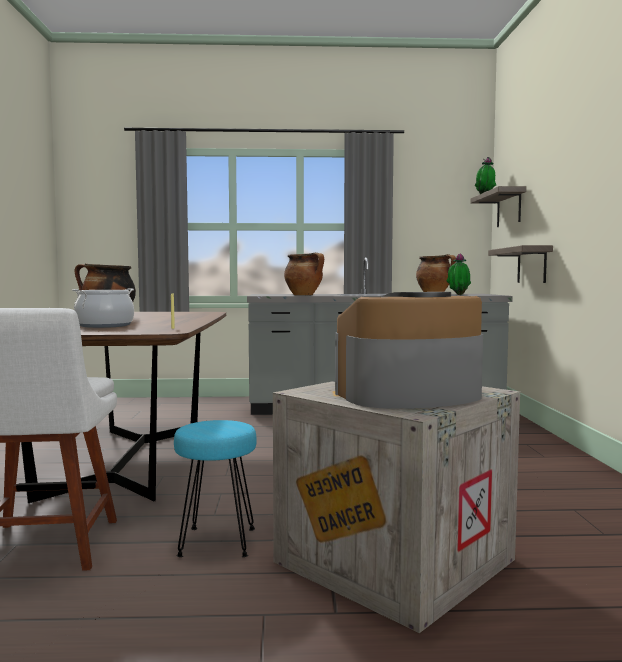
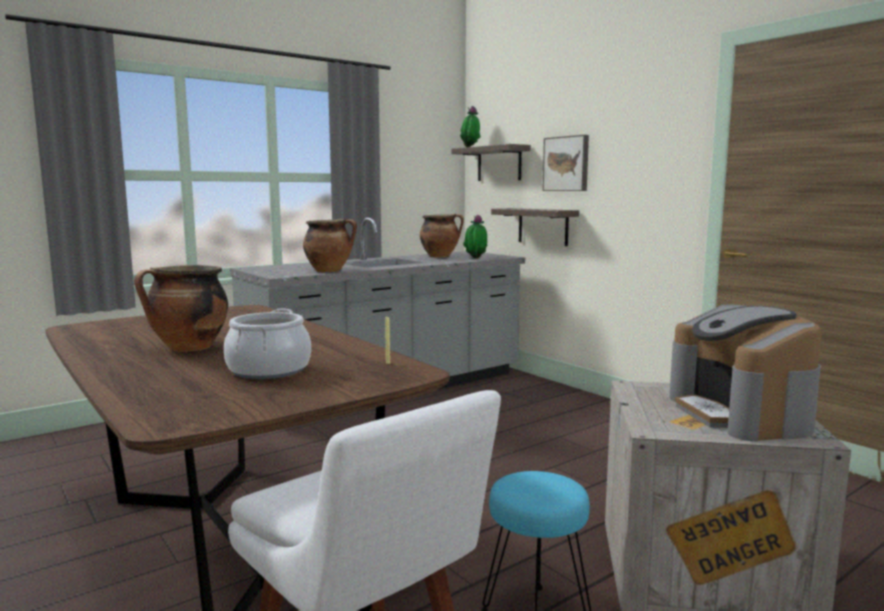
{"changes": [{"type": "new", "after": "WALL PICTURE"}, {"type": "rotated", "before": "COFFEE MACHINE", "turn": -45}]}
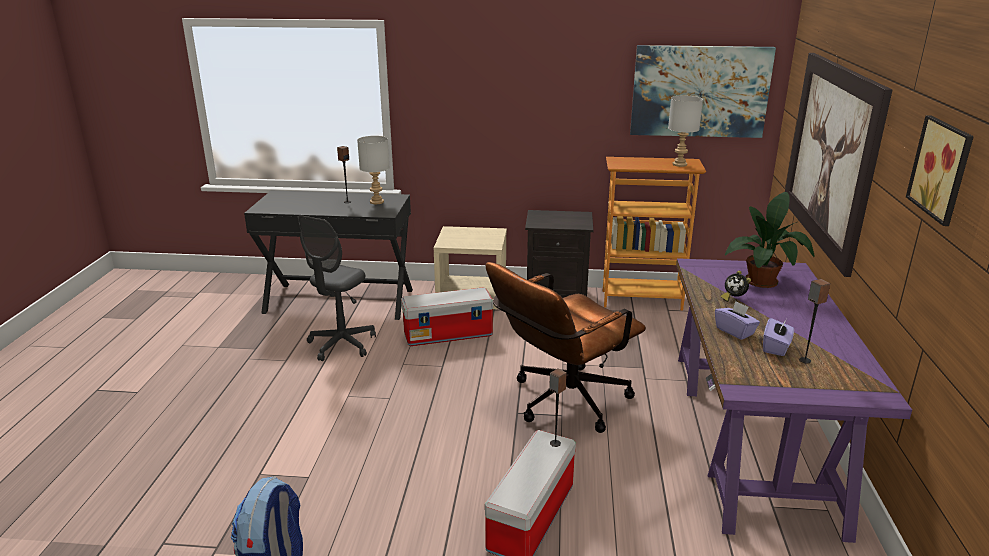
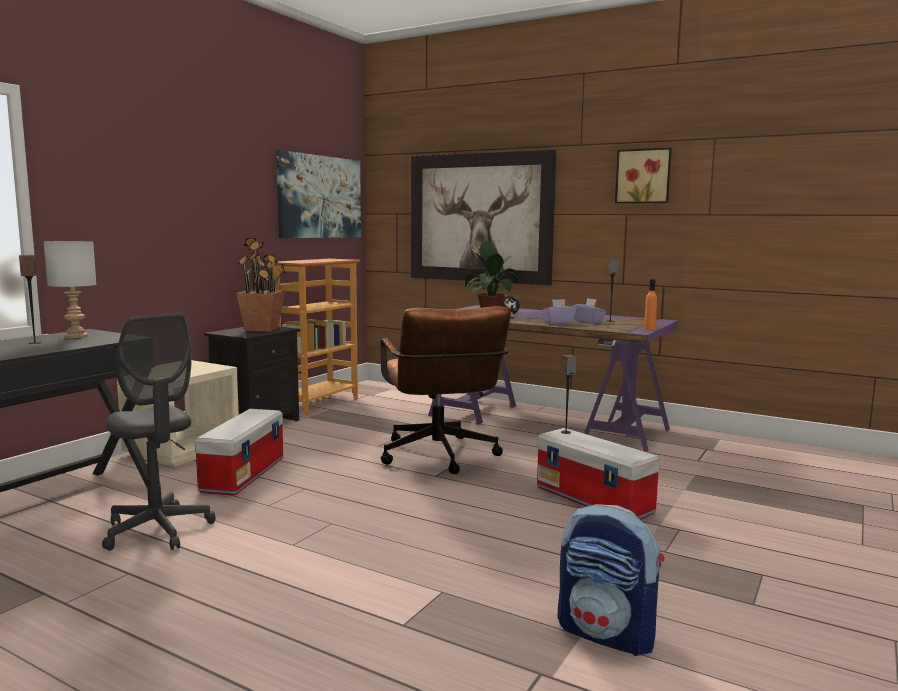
{"changes": [{"type": "new", "after": "PLANT IN A POT (no. 1 from left)"}, {"type": "new", "after": "ORANGE BOTTLE"}, {"type": "gone", "before": "GREYISH TABLE LAMP (no. 2 from left)"}]}
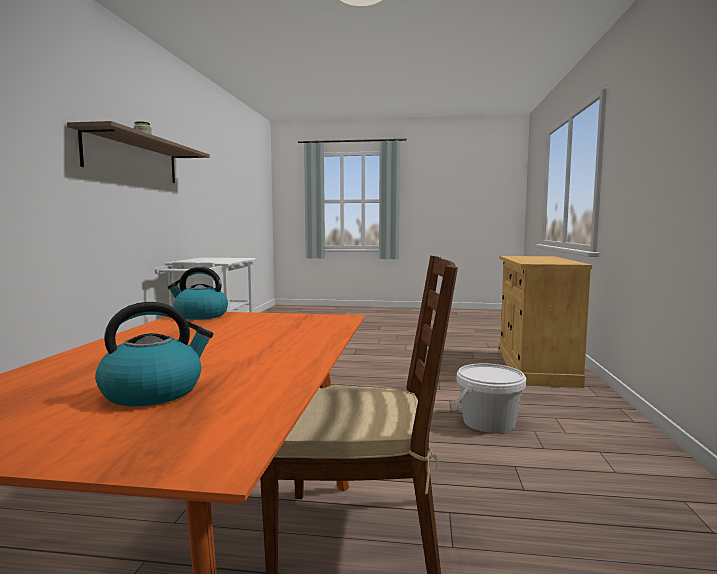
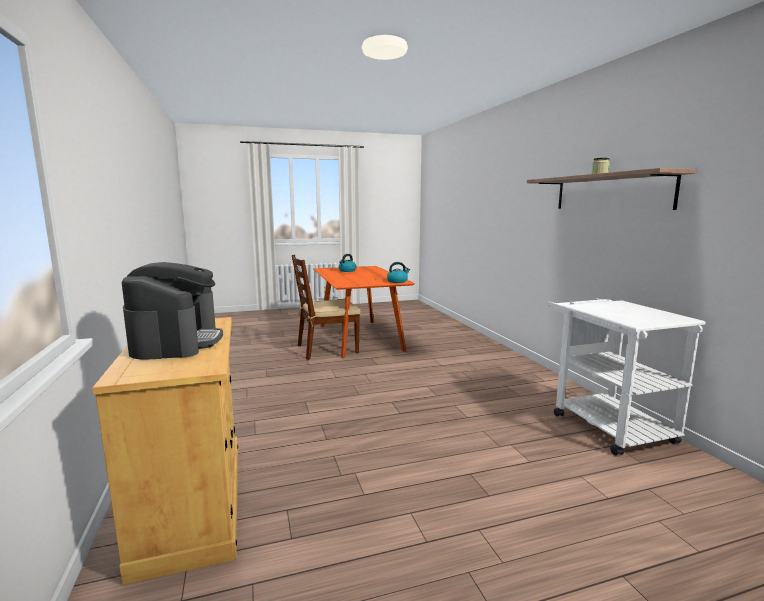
{"changes": [{"type": "new", "after": "COFFEE MACHINE"}, {"type": "gone", "before": "WHITE-COLOURED BUCKET"}]}
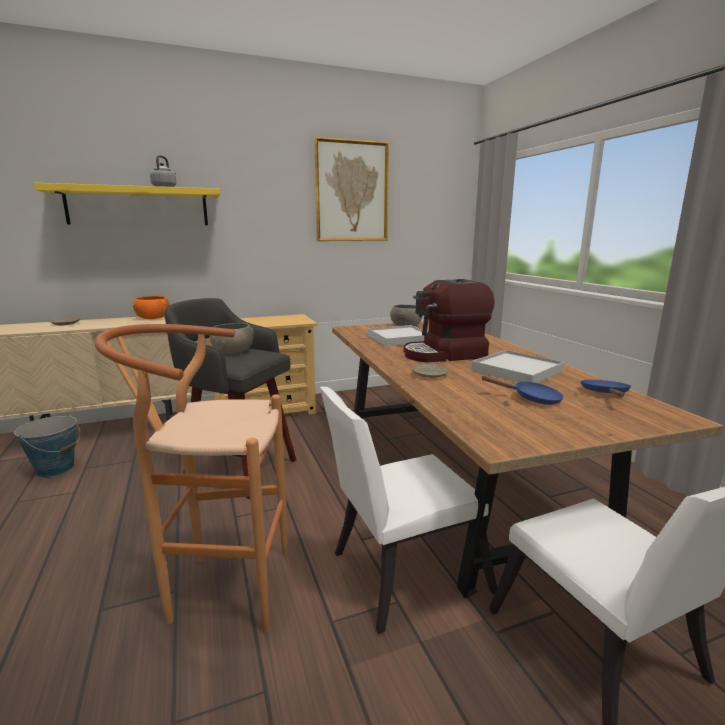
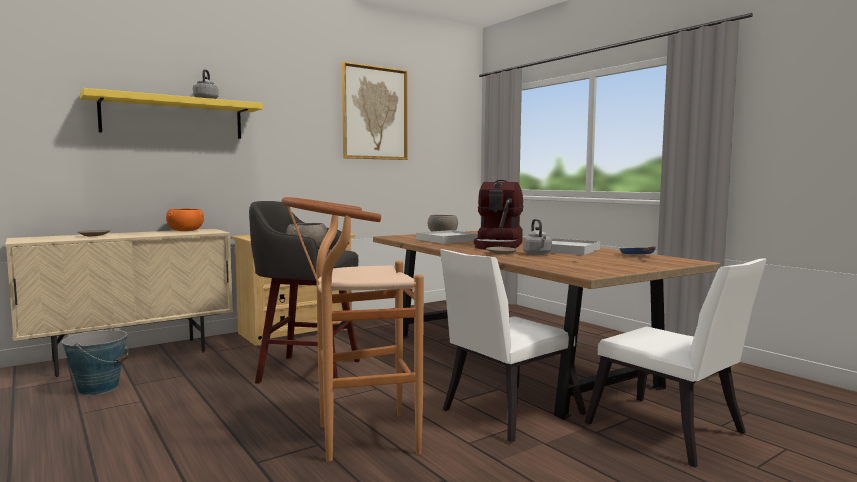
{"changes": [{"type": "rotated", "before": "COFFEE MACHINE", "turn": -45}, {"type": "new", "after": "GREYISH WATER KETTLE (no. 2 from left)"}, {"type": "gone", "before": "BLUE PAN (no. 1 from left)"}]}
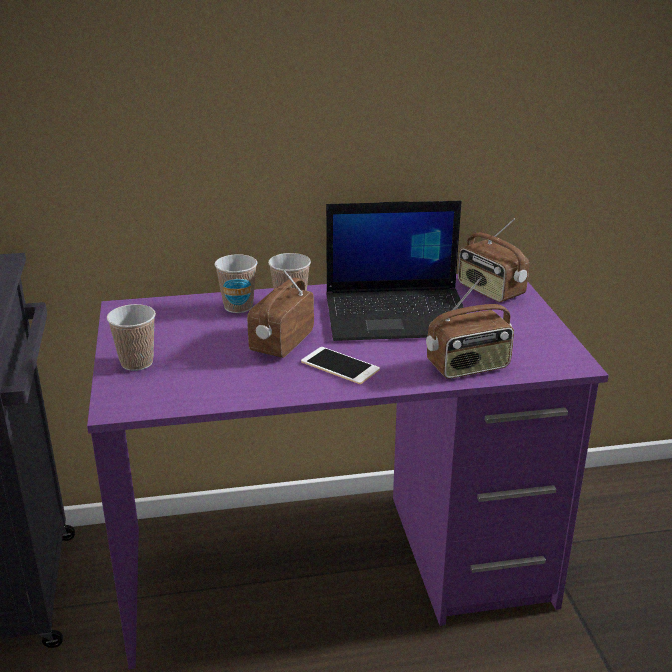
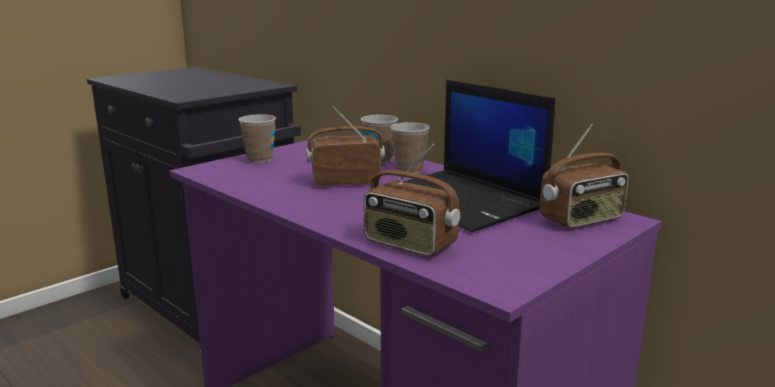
{"changes": [{"type": "rotated", "before": "RADIO (no. 3 from left)", "turn": -135}, {"type": "gone", "before": "TELEPHONE"}]}
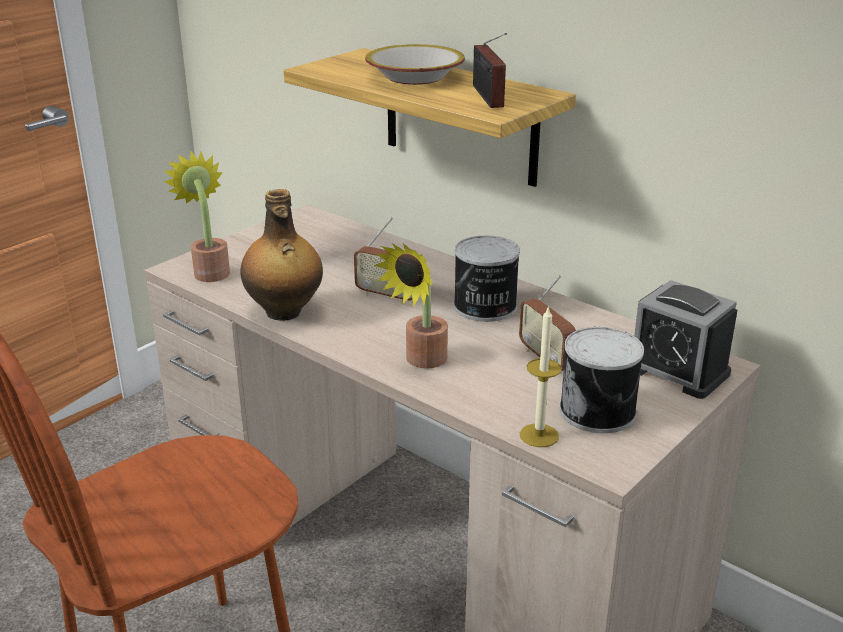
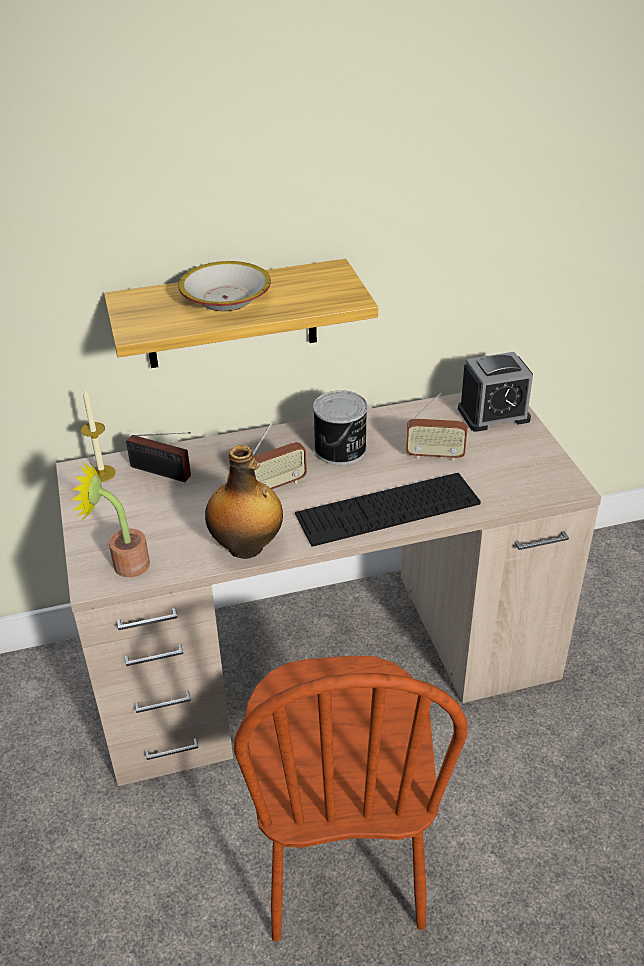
{"changes": [{"type": "shifted", "before": "WAX CANDLE"}, {"type": "shifted", "before": "RADIO (no. 2 from left in the first image)", "after": "RADIO (no. 1 from left)"}, {"type": "swapped", "before": "PLANT IN A POT (no. 2 from left)", "after": "KEYBOARD"}, {"type": "gone", "before": "METAL CAN (no. 2 from left)"}]}
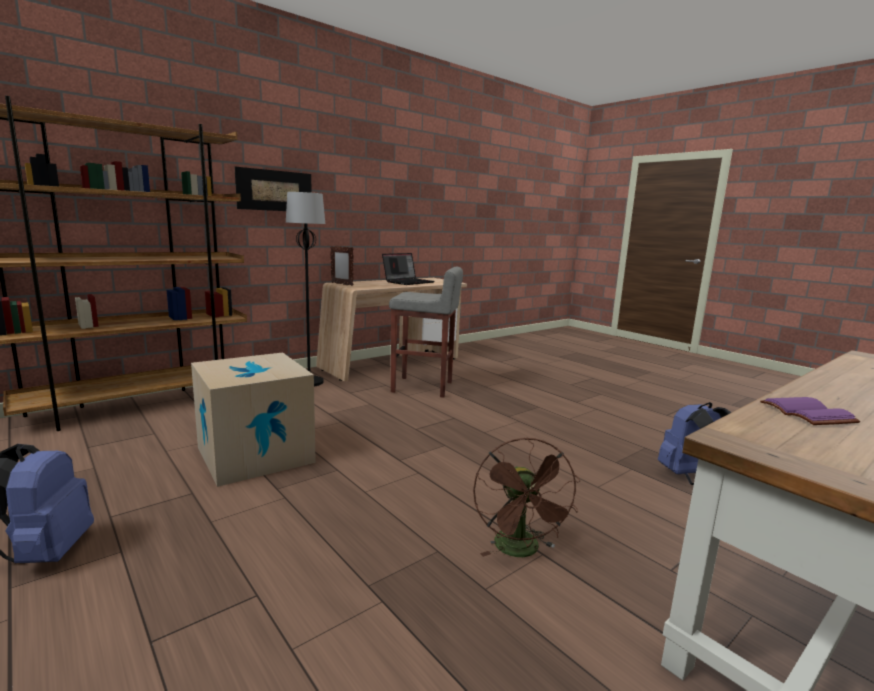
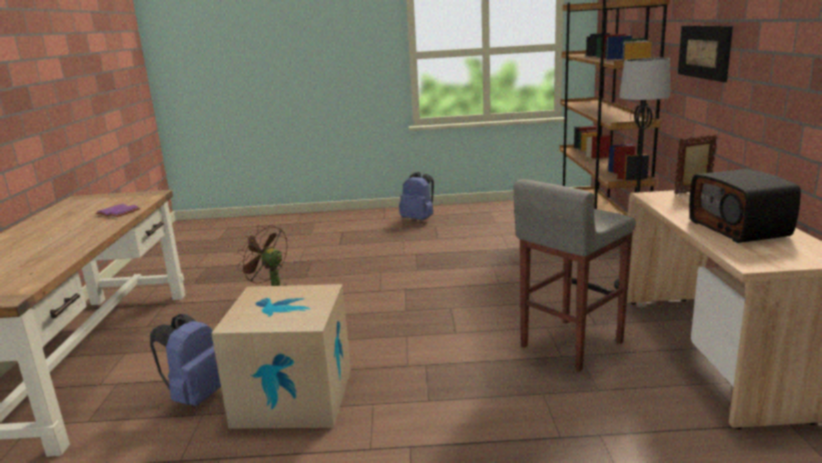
{"changes": [{"type": "shifted", "before": "CARDBOARD BOX"}, {"type": "swapped", "before": "NOTEBOOK COMPUTER", "after": "RADIO"}]}
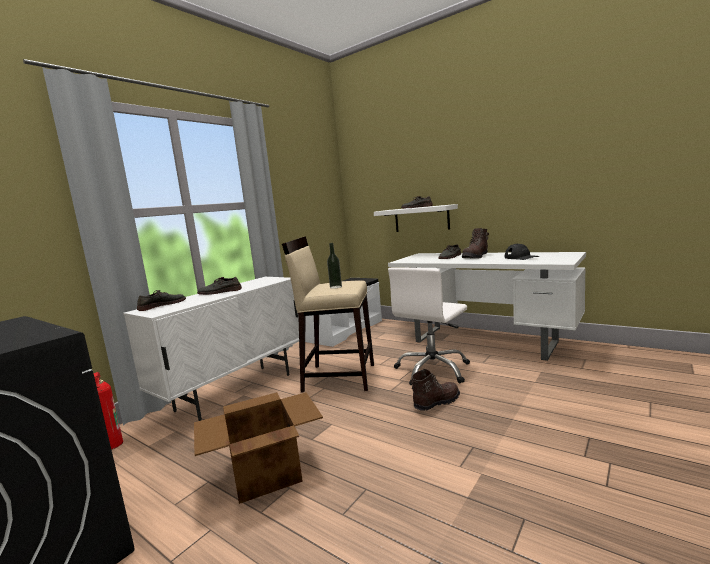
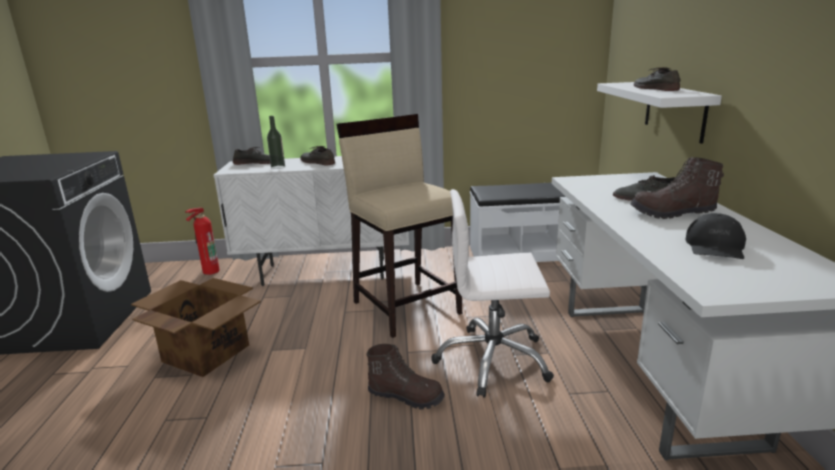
{"changes": [{"type": "shifted", "before": "BOTTLE"}]}
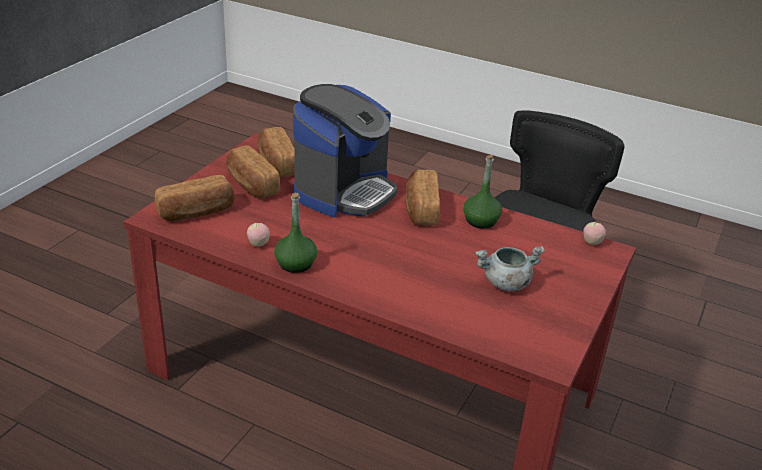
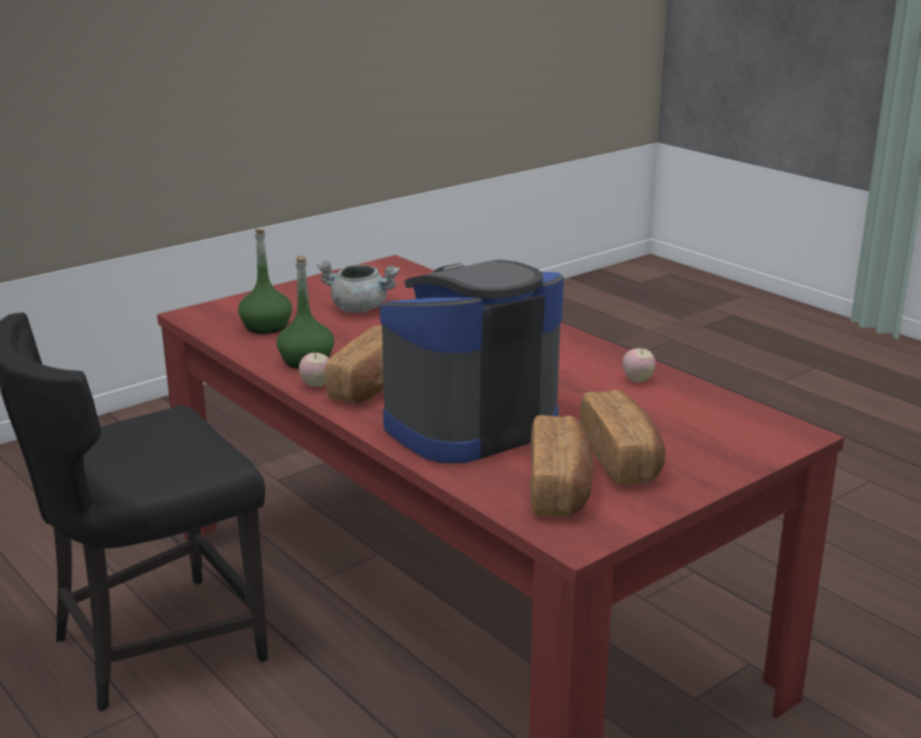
{"changes": [{"type": "shifted", "before": "GREEN BOTTLE (no. 1 from left)"}, {"type": "shifted", "before": "APPLE (no. 2 from left in the first image)", "after": "APPLE (no. 1 from left)"}, {"type": "gone", "before": "BREAD (no. 1 from left)"}]}
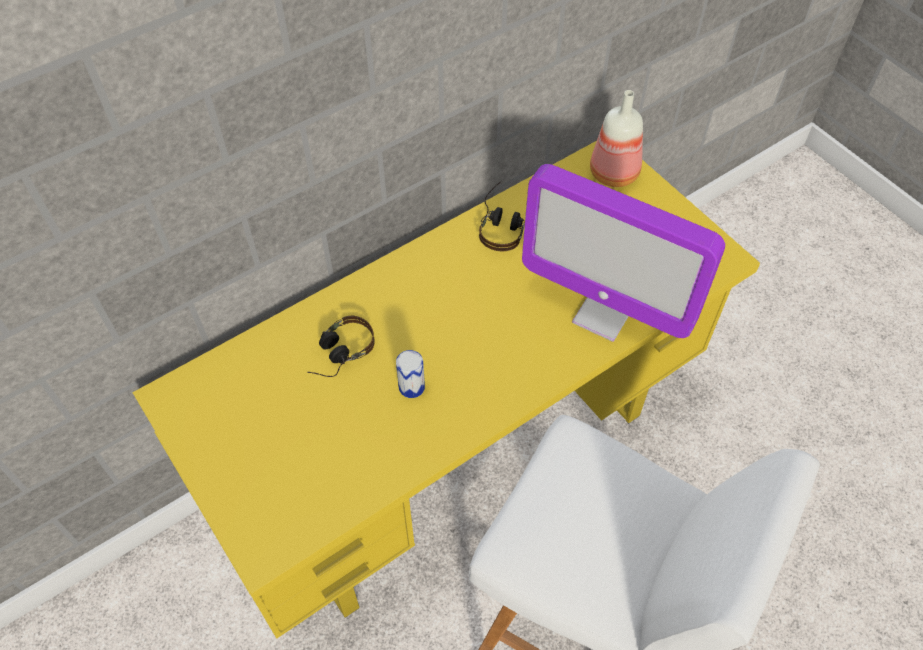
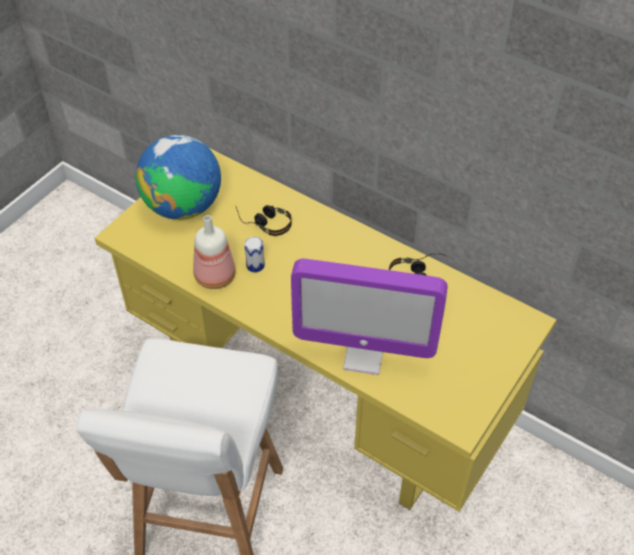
{"changes": [{"type": "new", "after": "WORLD GLOBE"}, {"type": "shifted", "before": "BOTTLE"}, {"type": "rotated", "before": "COMPUTER SCREEN", "turn": -90}]}
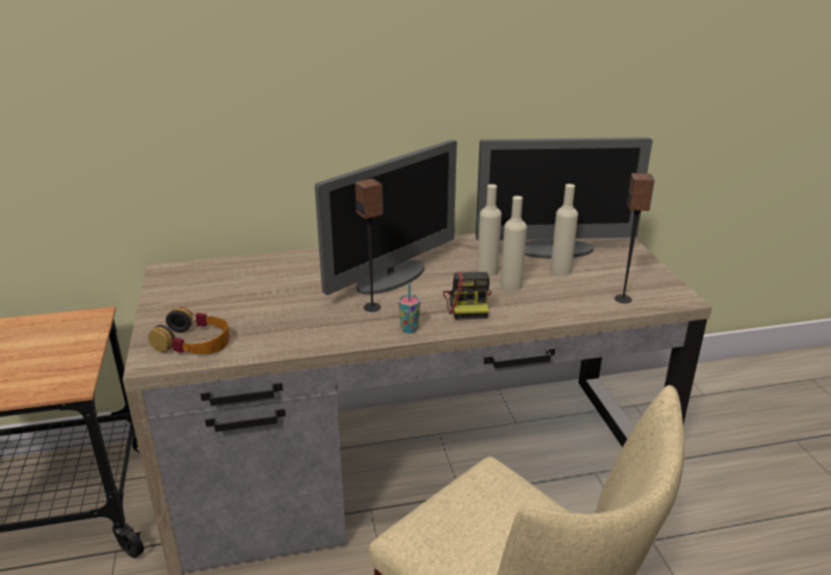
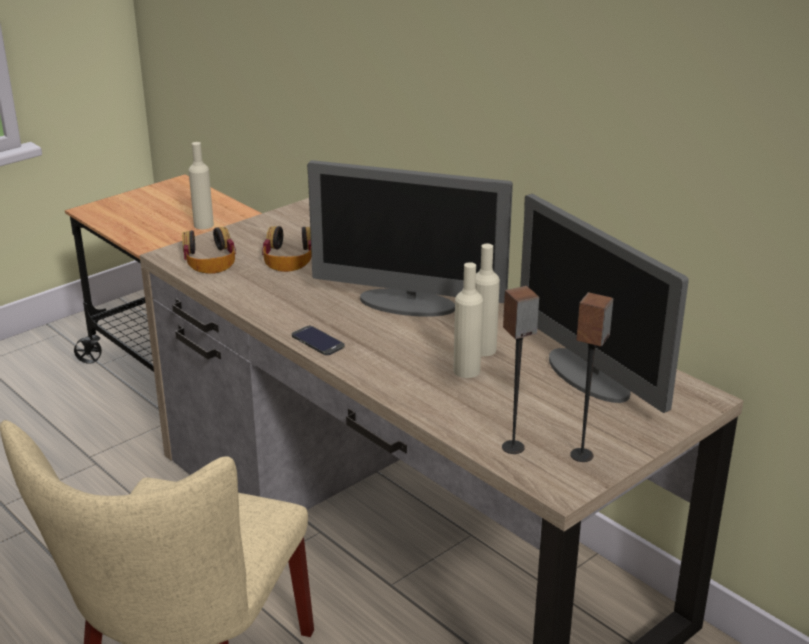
{"changes": [{"type": "shifted", "before": "BEIGE-COLOURED BOTTLE (no. 3 from left in the first image)", "after": "BEIGE-COLOURED BOTTLE (no. 1 from left)"}, {"type": "new", "after": "HEADSET (no. 2 from left)"}, {"type": "swapped", "before": "SMALL CUP", "after": "TELEPHONE"}, {"type": "shifted", "before": "SPEAKER (no. 1 from left in the first image)", "after": "SPEAKER (no. 2 from left)"}, {"type": "gone", "before": "STILL CAMERA"}]}
